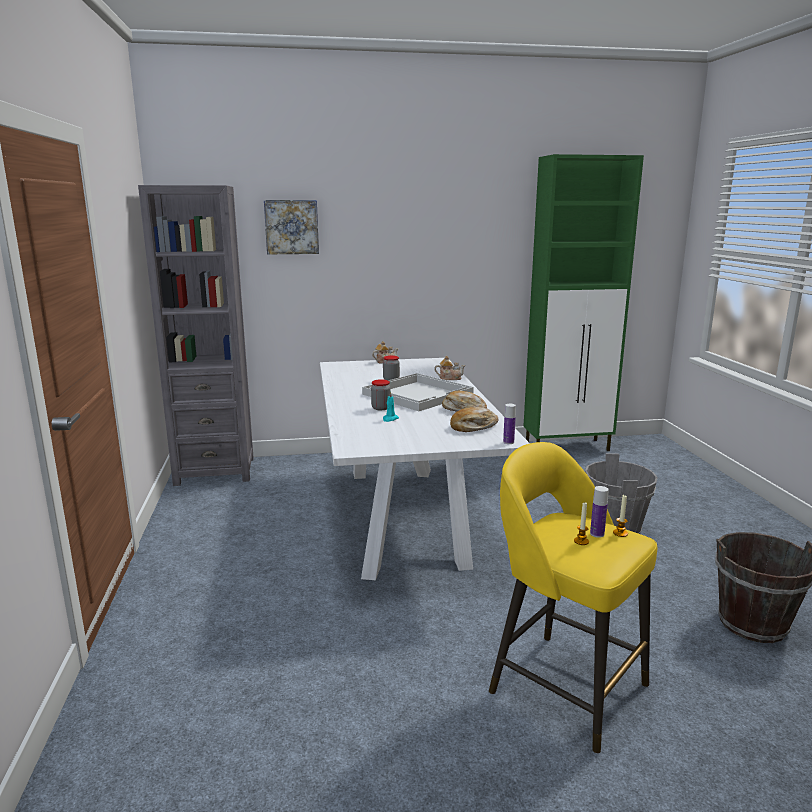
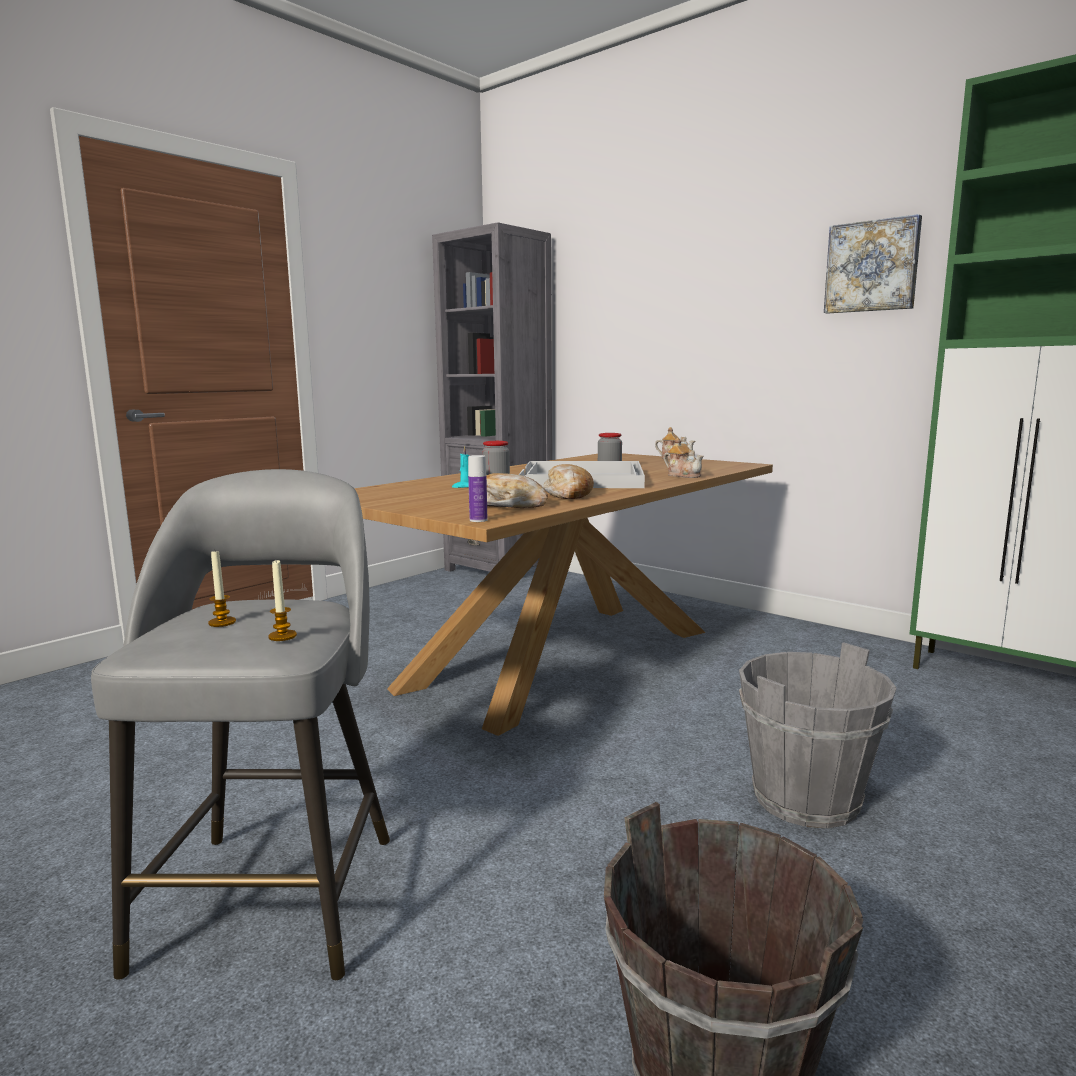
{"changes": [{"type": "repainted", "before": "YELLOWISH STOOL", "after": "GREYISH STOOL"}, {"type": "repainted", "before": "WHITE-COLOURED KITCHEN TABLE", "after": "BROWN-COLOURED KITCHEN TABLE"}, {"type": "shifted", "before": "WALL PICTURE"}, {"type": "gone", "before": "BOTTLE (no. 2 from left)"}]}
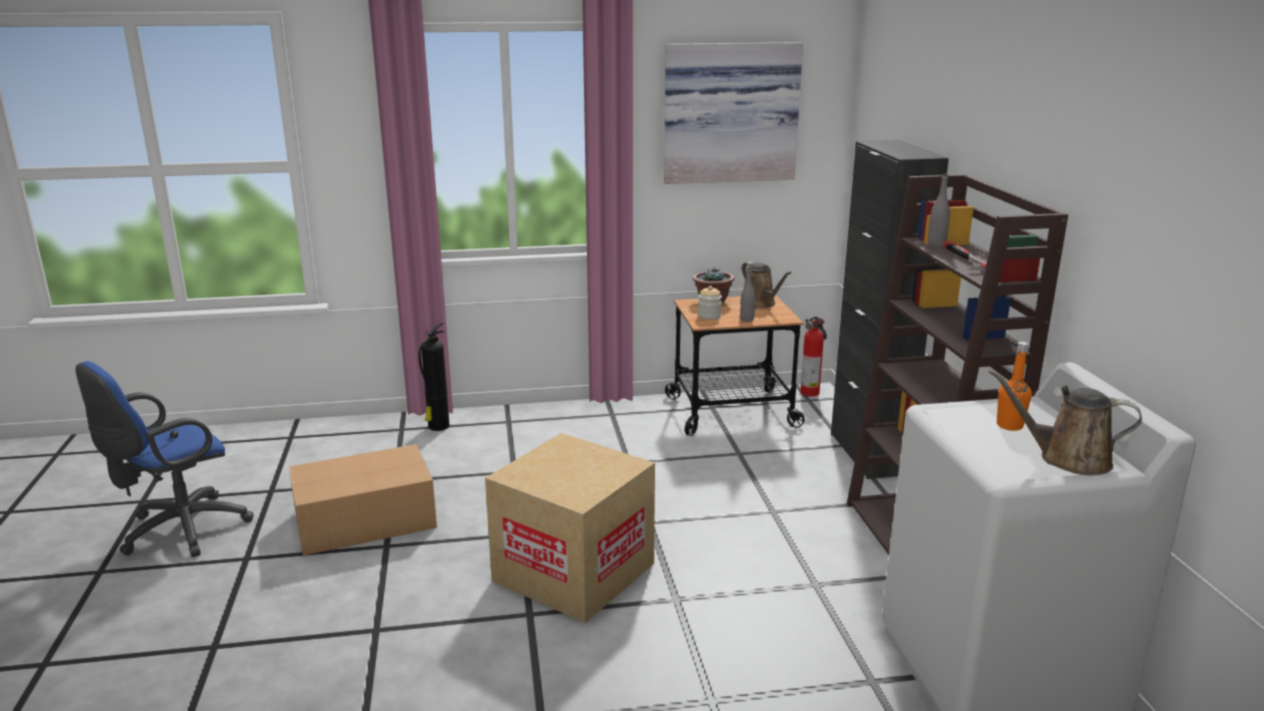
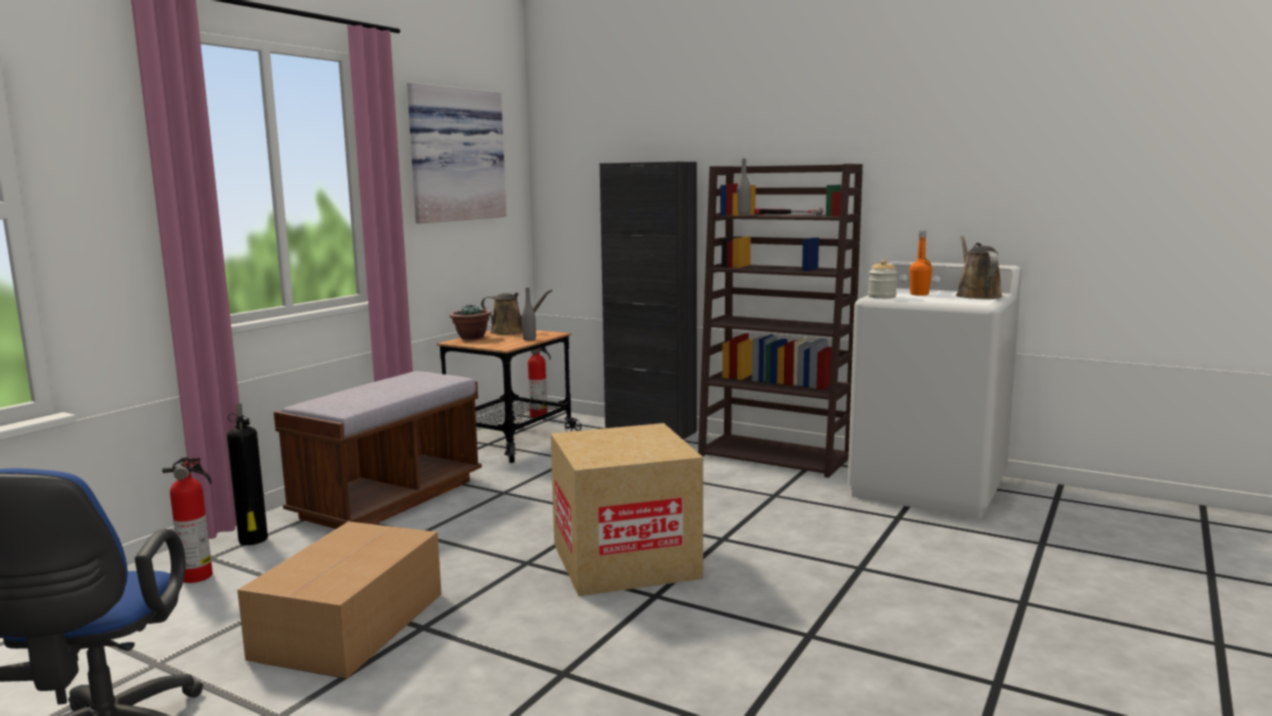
{"changes": [{"type": "new", "after": "FIRE EXTINGUISHER (no. 1 from left)"}, {"type": "new", "after": "BROWN-COLOURED LONG SEAT"}, {"type": "shifted", "before": "PRESERVE JAR"}, {"type": "rotated", "before": "BROWN-COLOURED SPRINKLING CAN (no. 2 from left)", "turn": 120}]}
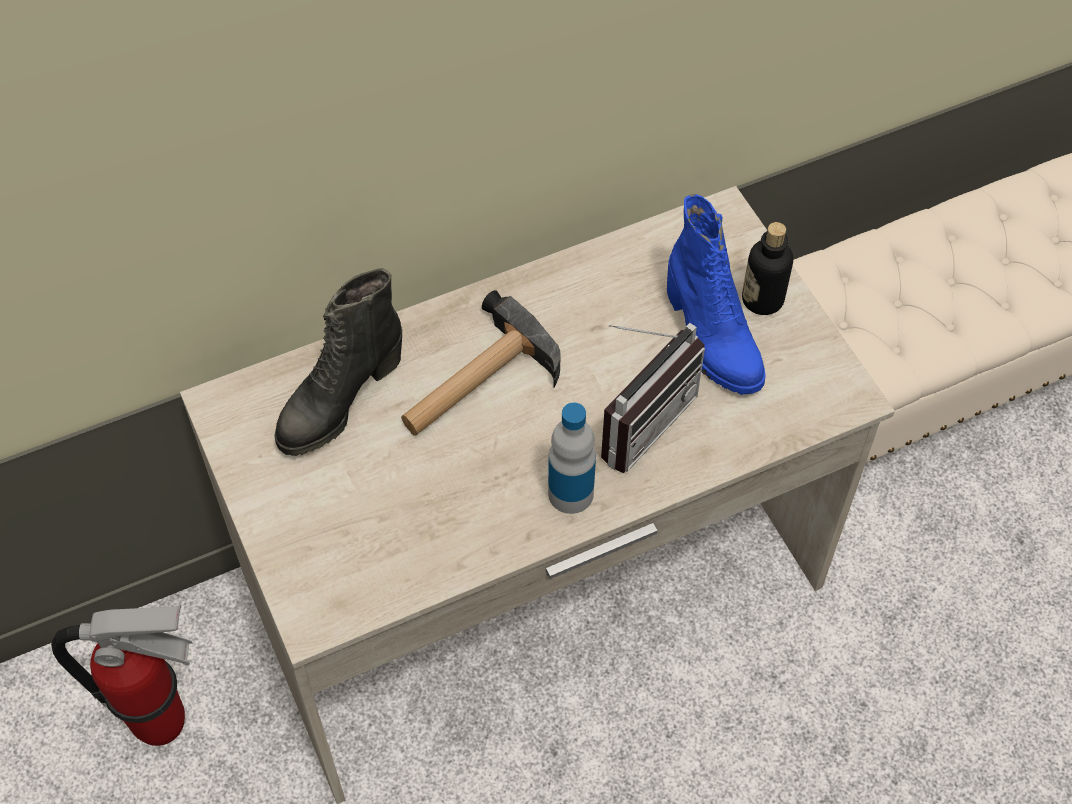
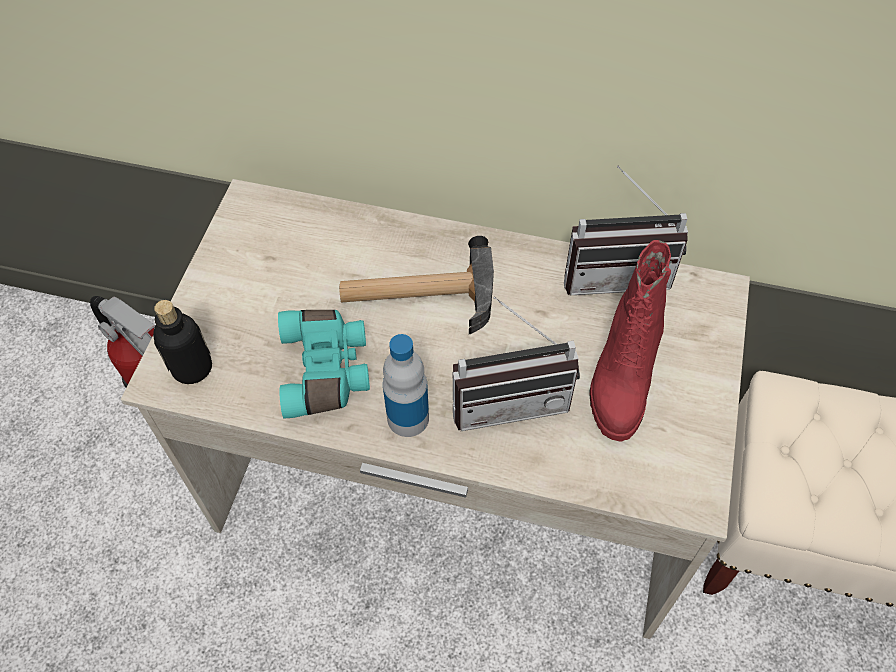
{"changes": [{"type": "shifted", "before": "BOTTLE (no. 2 from left in the first image)", "after": "BOTTLE (no. 1 from left)"}, {"type": "new", "after": "TURQUOISE-COLOURED PAIR OF BINOCULARS"}, {"type": "new", "after": "RADIO (no. 2 from left)"}, {"type": "repainted", "before": "BLUE HIGH-TOP BOOT", "after": "REDDISH HIGH-TOP BOOT"}, {"type": "gone", "before": "BLACKISH HIGH-TOP BOOT"}]}
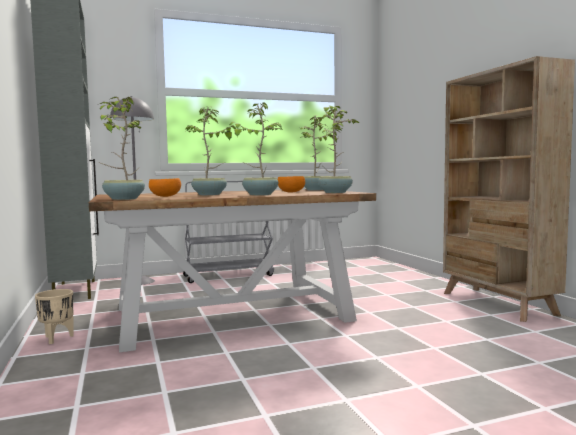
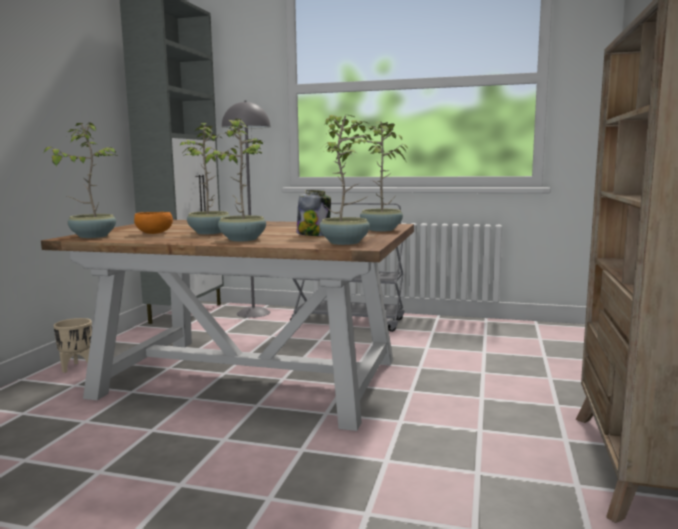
{"changes": [{"type": "swapped", "before": "ORANGE SERVING BOWL (no. 2 from left)", "after": "PRESERVE JAR"}]}
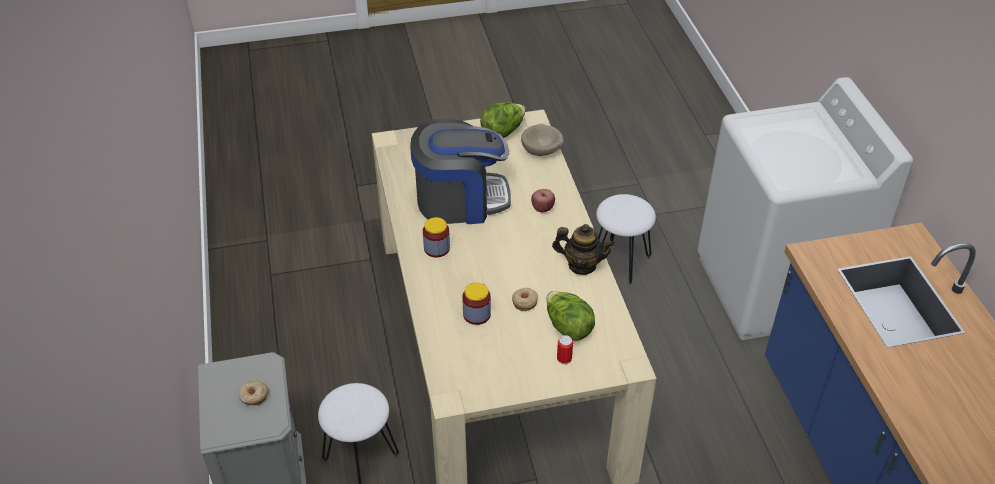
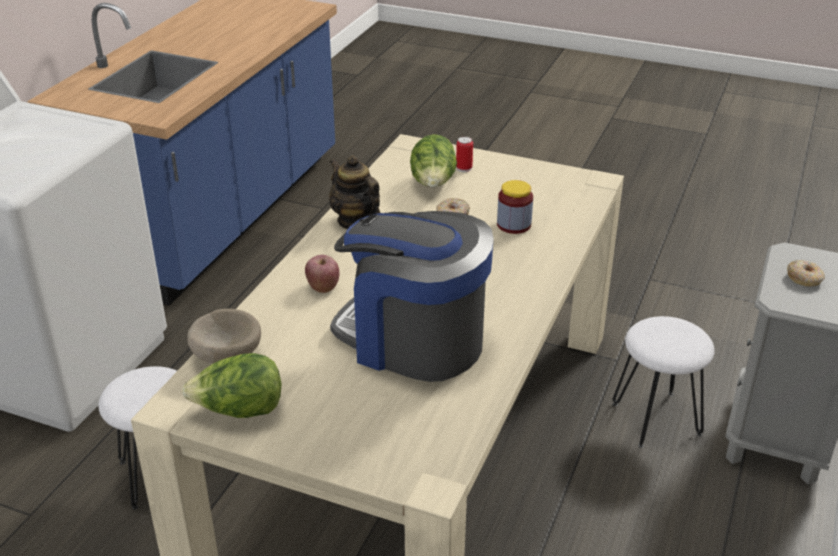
{"changes": [{"type": "gone", "before": "PRESERVE JAR (no. 1 from left)"}]}
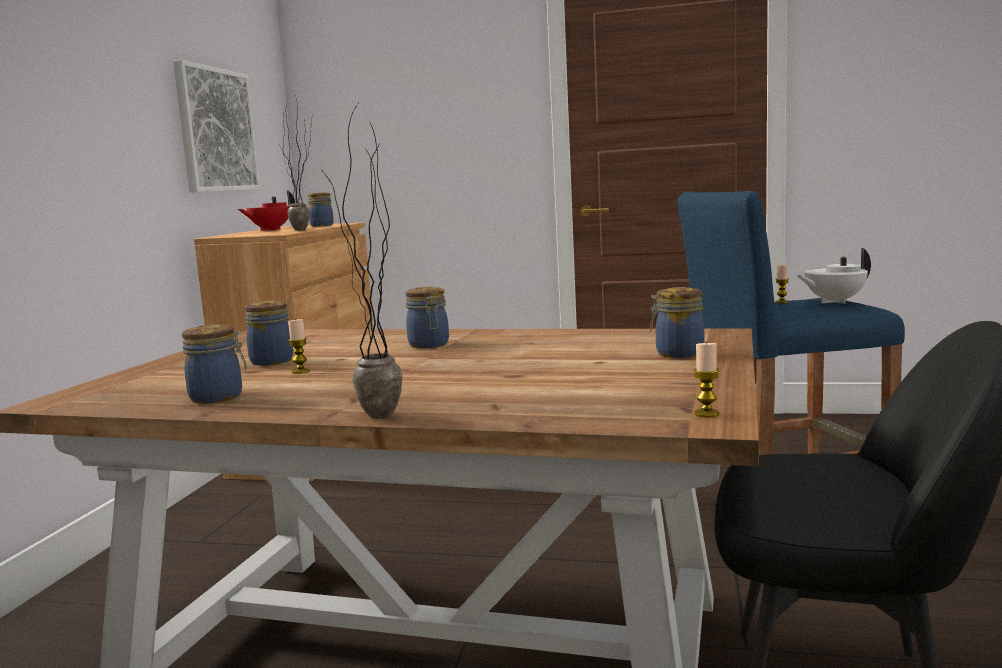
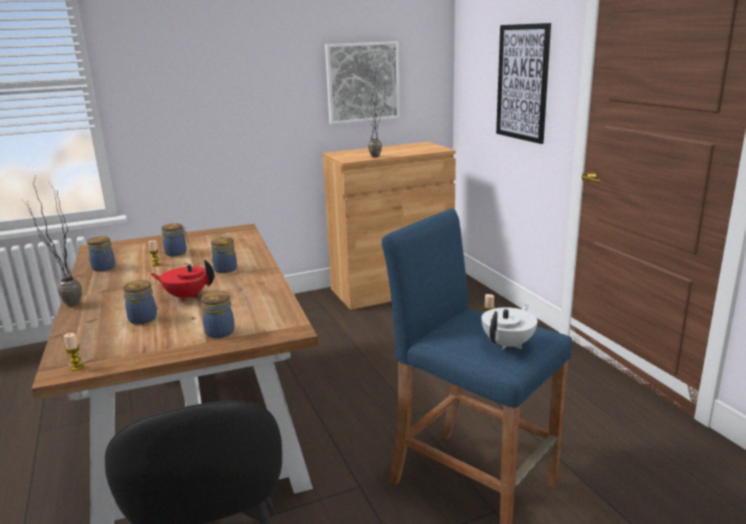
{"changes": [{"type": "shifted", "before": "PRESERVE JAR (no. 3 from left in the first image)", "after": "PRESERVE JAR (no. 2 from left)"}, {"type": "shifted", "before": "REDDISH TEAPOT"}, {"type": "rotated", "before": "WHITE-COLOURED TEAPOT", "turn": 90}, {"type": "new", "after": "WALL PICTURE (no. 2 from left)"}]}
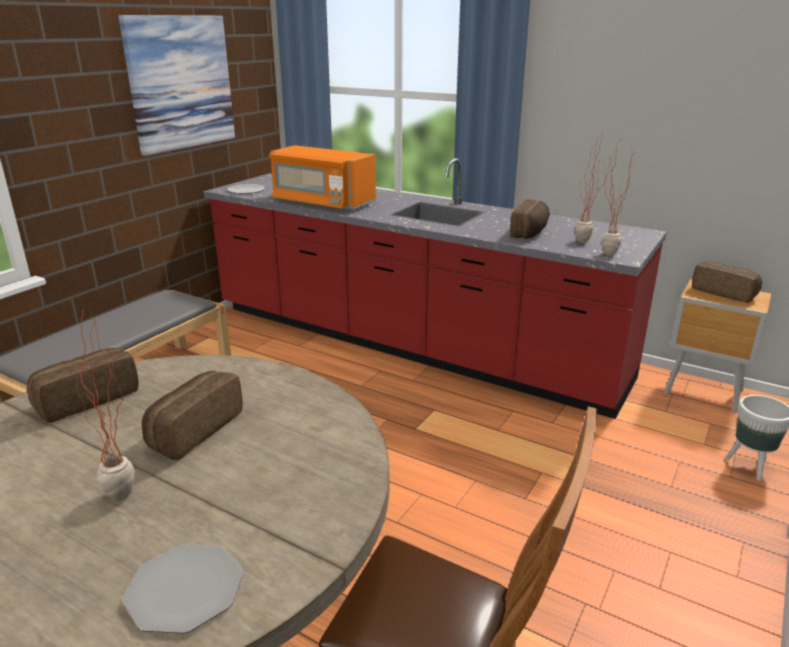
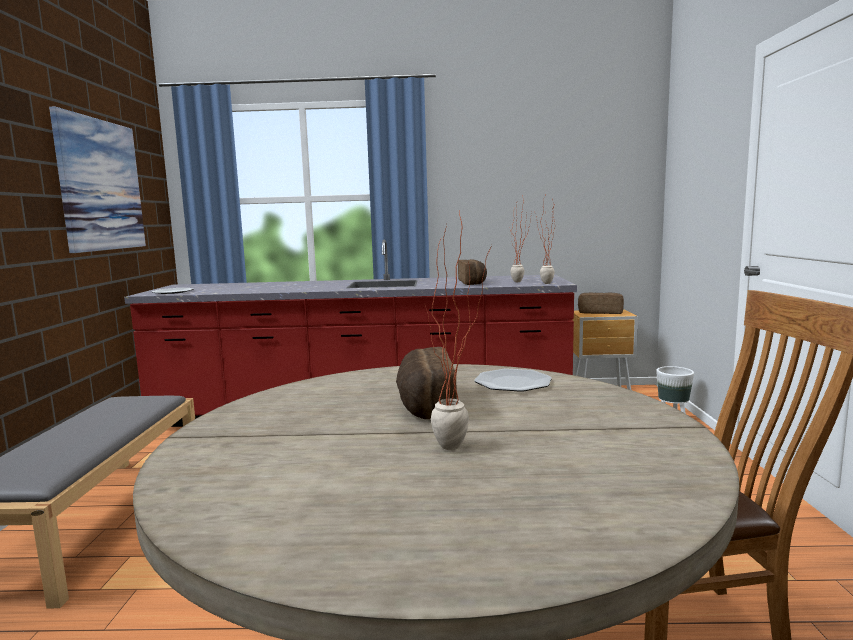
{"changes": [{"type": "shifted", "before": "FLAT DISH (no. 1 from left in the first image)", "after": "FLAT DISH (no. 2 from left)"}, {"type": "gone", "before": "BREAD (no. 1 from left)"}, {"type": "gone", "before": "ORANGE MICROWAVE OVEN"}]}
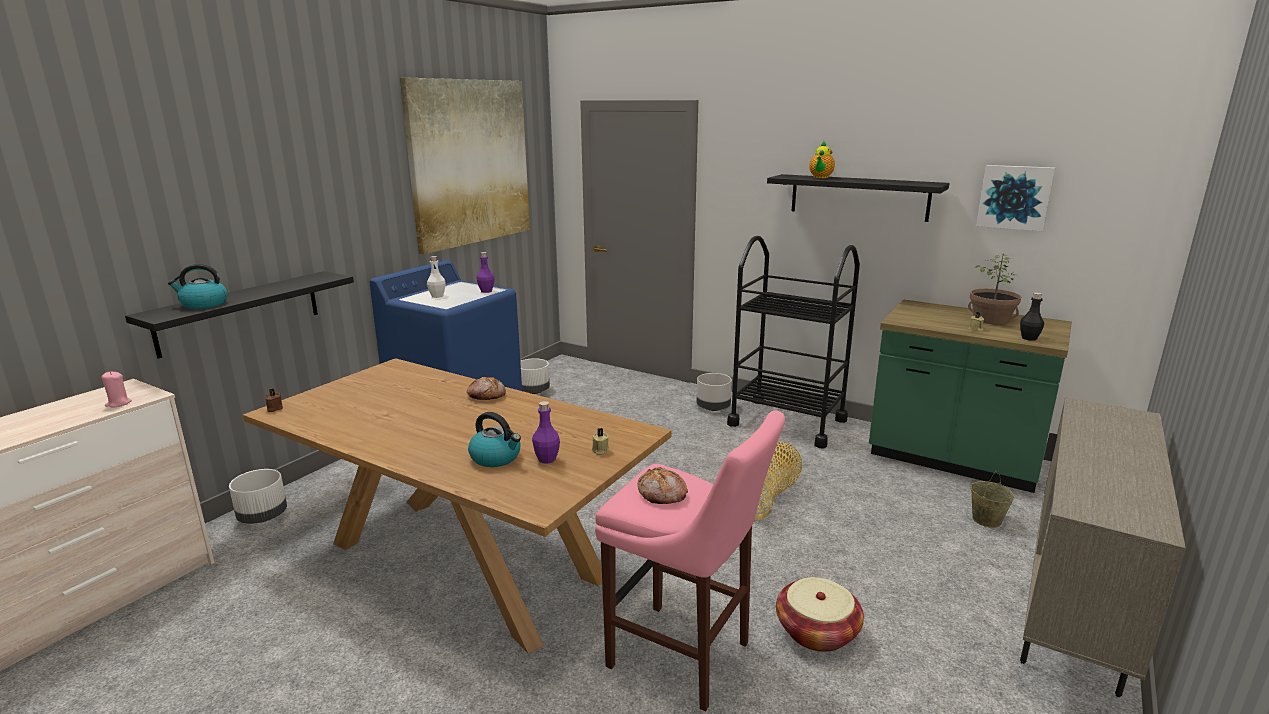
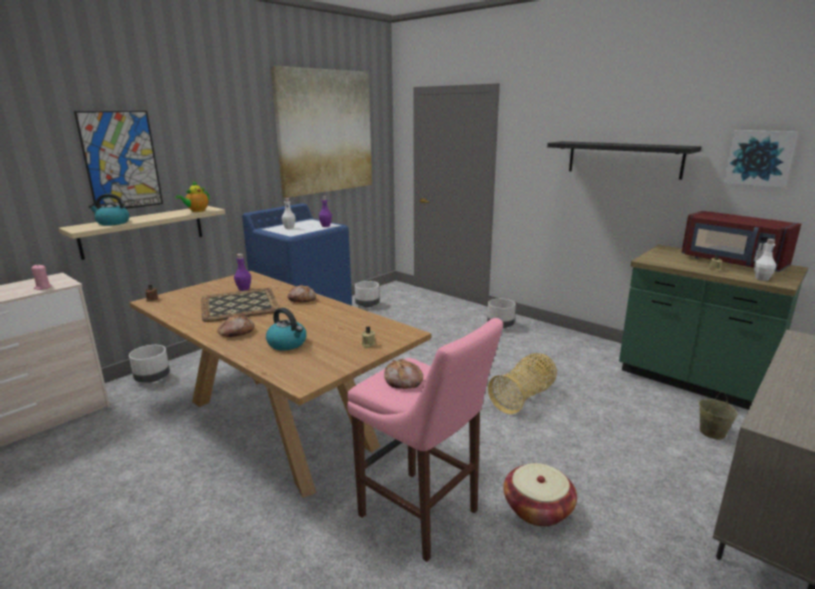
{"changes": [{"type": "repainted", "before": "BLACKISH WALL SHELF (no. 1 from left)", "after": "BEIGE-COLOURED WALL SHELF"}, {"type": "new", "after": "WALL PICTURE (no. 1 from left)"}, {"type": "shifted", "before": "TEAPOT"}, {"type": "new", "after": "CARRYING TRAY"}, {"type": "new", "after": "BREAD (no. 1 from left)"}, {"type": "shifted", "before": "PURPLE-COLOURED BOTTLE (no. 2 from left in the first image)", "after": "PURPLE-COLOURED BOTTLE (no. 1 from left)"}, {"type": "swapped", "before": "PLANT IN A POT", "after": "REDDISH MICROWAVE OVEN"}, {"type": "repainted", "before": "BLACKISH BOTTLE", "after": "WHITE-COLOURED BOTTLE (no. 2 from left)"}, {"type": "gone", "before": "BLACKISH WHEELED CART"}]}
